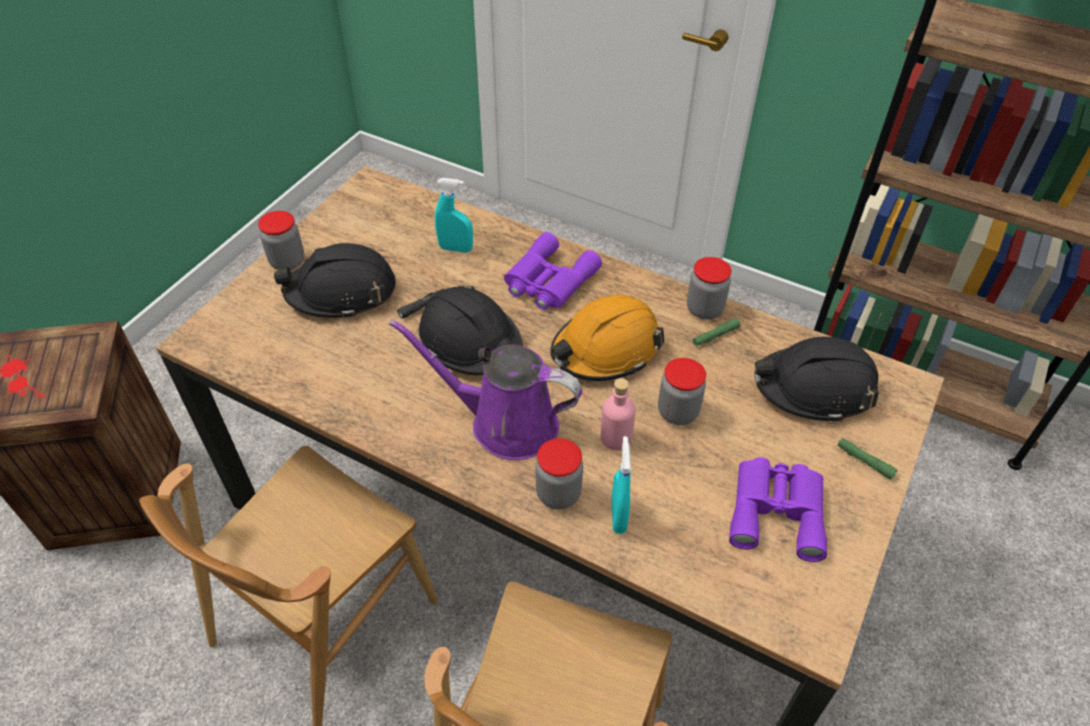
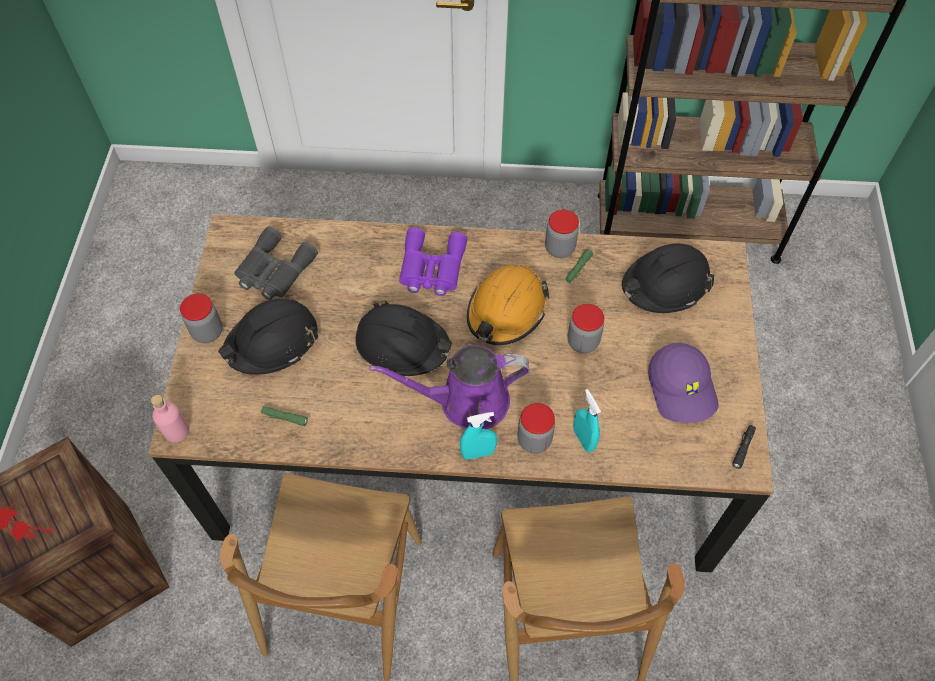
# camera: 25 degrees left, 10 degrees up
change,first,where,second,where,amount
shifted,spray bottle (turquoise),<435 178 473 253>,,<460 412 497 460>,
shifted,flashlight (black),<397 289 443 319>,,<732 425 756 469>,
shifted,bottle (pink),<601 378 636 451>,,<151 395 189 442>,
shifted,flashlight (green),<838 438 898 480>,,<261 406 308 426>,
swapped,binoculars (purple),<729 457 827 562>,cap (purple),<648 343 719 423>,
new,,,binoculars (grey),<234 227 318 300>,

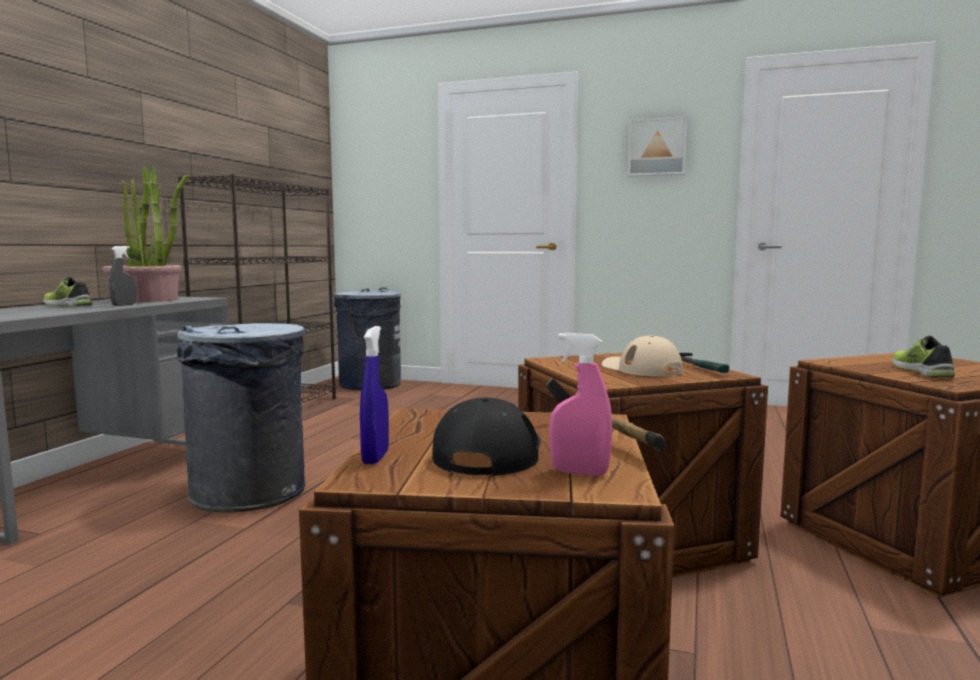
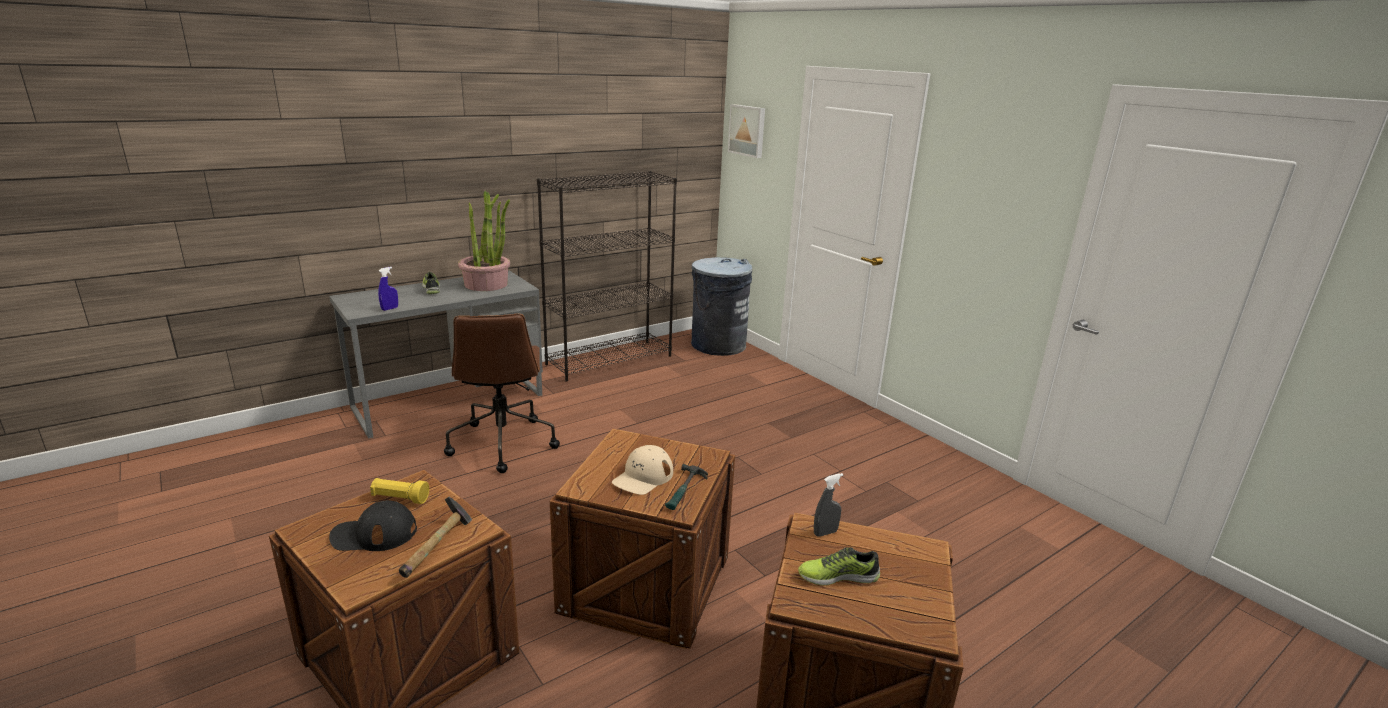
# camera: 35 degrees right, 15 degrees up
change,first,where,second,where,amount
shifted,picture,<628 116 687 177>,,<728 104 765 158>,
shifted,spray bottle (grey),<109 246 136 306>,,<814 473 843 537>,
swapped,trash can (grey),<177 323 305 513>,office chair (brown),<444 314 560 473>,
shifted,spray bottle (blue),<360 326 389 464>,,<378 267 398 311>,
gone,spray bottle (pink),<549 333 612 476>,,,
rotated,cap (beige),<602 335 683 377>,,<612 445 673 495>,150 degrees counterclockwise
rotated,shoe,<892 336 955 377>,,<798 547 880 586>,135 degrees counterclockwise
rotated,cap (black),<432 398 541 476>,,<329 500 417 551>,150 degrees counterclockwise
new,,,flashlight (yellow),<370 478 429 504>,

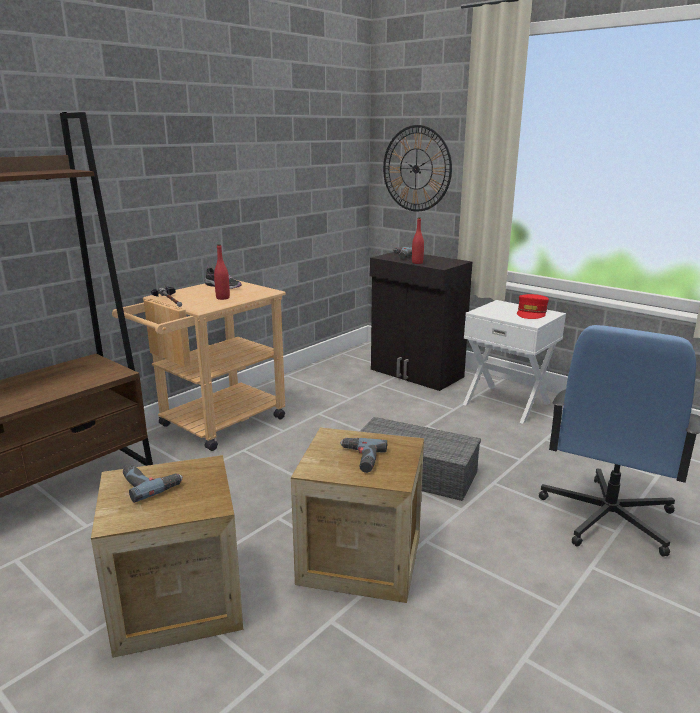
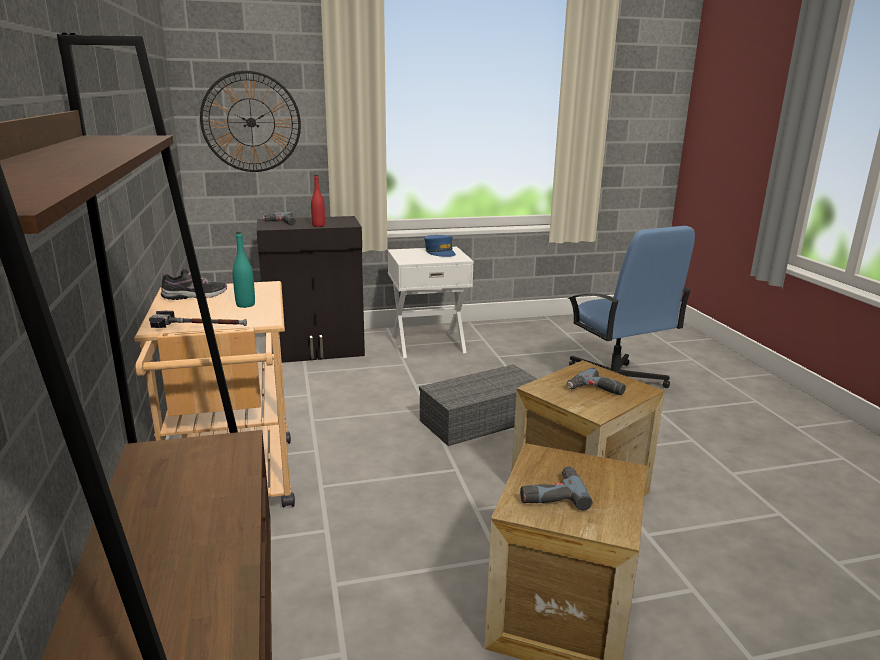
# camera: 55 degrees left, 0 degrees up
change,first,where,second,where,amount
repainted,bottle (red),<214 244 230 300>,bottle (turquoise),<233 231 255 308>,
repainted,cap (red),<517 294 549 319>,cap (blue),<424 235 456 257>,

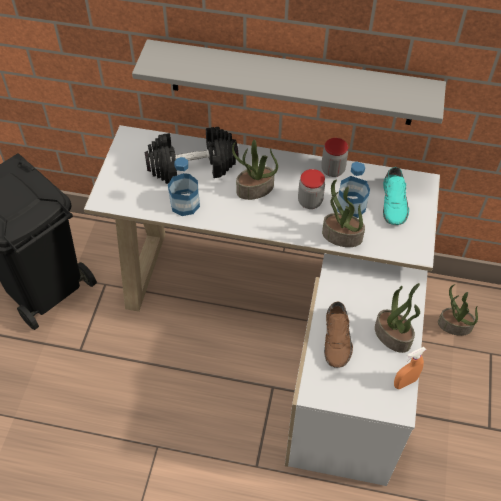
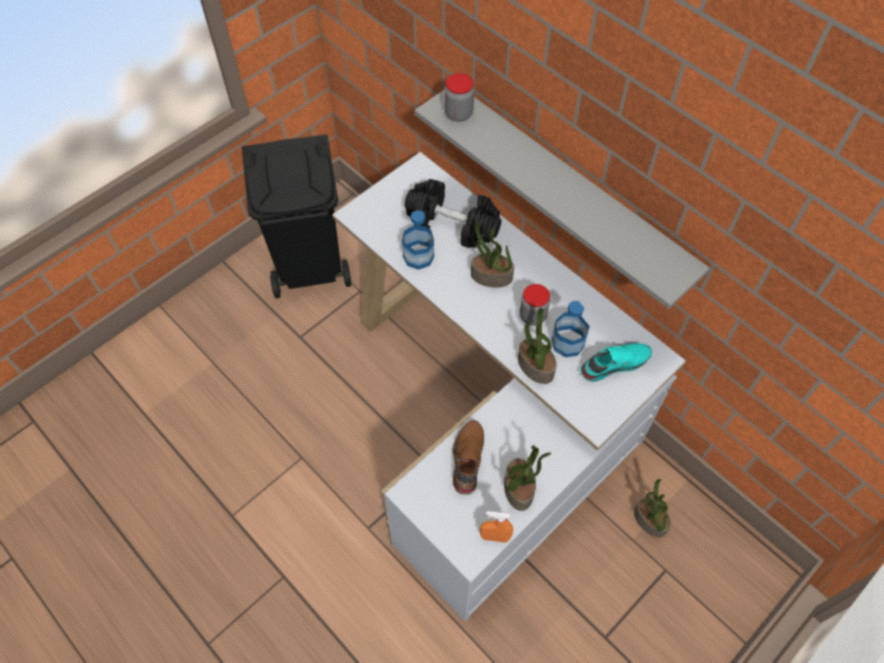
# camera: 35 degrees right, 5 degrees up
change,first,where,second,where,amount
shifted,jar,<321 138 348 177>,,<445 73 474 122>,
rotated,shoe (turquoise),<383 167 409 225>,,<580 343 652 382>,150 degrees counterclockwise
rotated,shoe (brown),<324 302 353 368>,,<453 421 484 495>,150 degrees clockwise

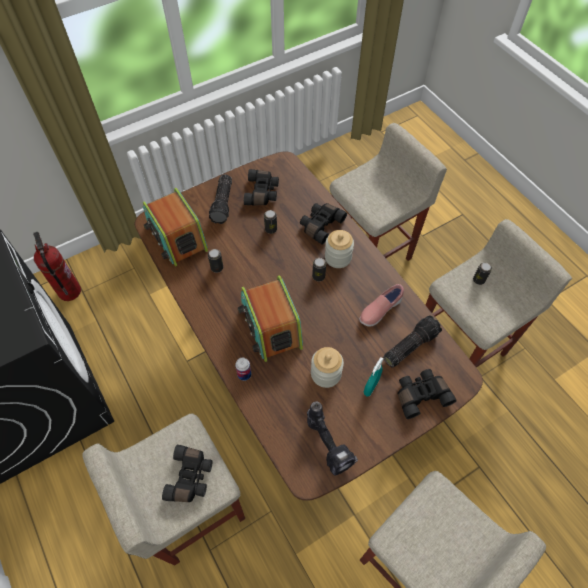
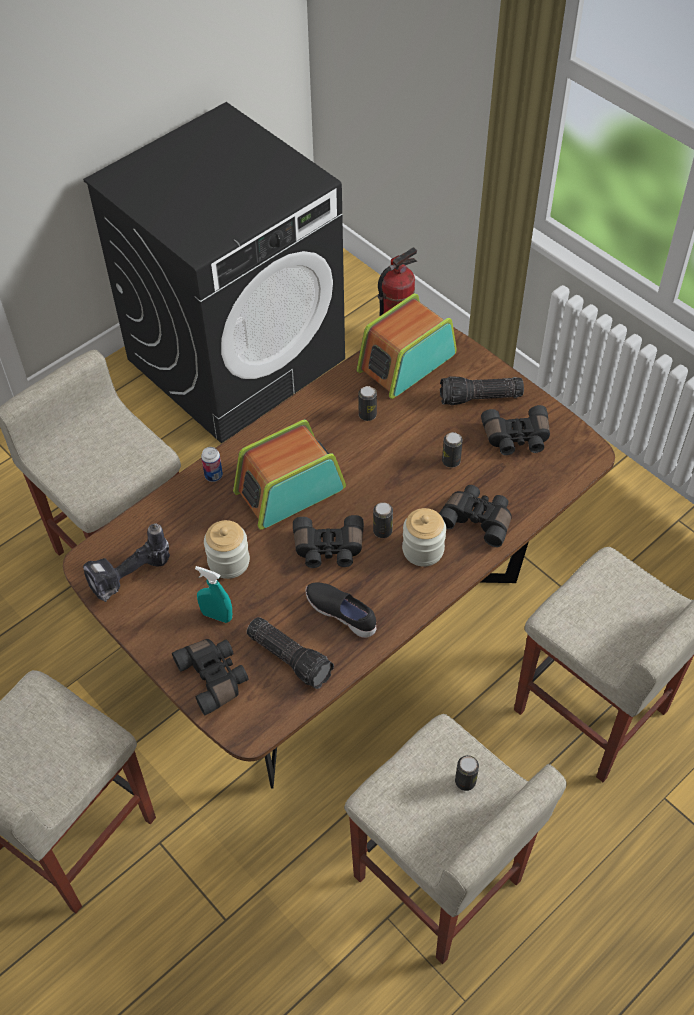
# camera: 80 degrees right, 5 degrees down
change,first,where,second,where,amount
repainted,shoe (pink),<359 284 404 327>,shoe (black),<306 583 376 638>,
shifted,binoculars (black),<162 445 213 502>,,<293 515 364 568>,

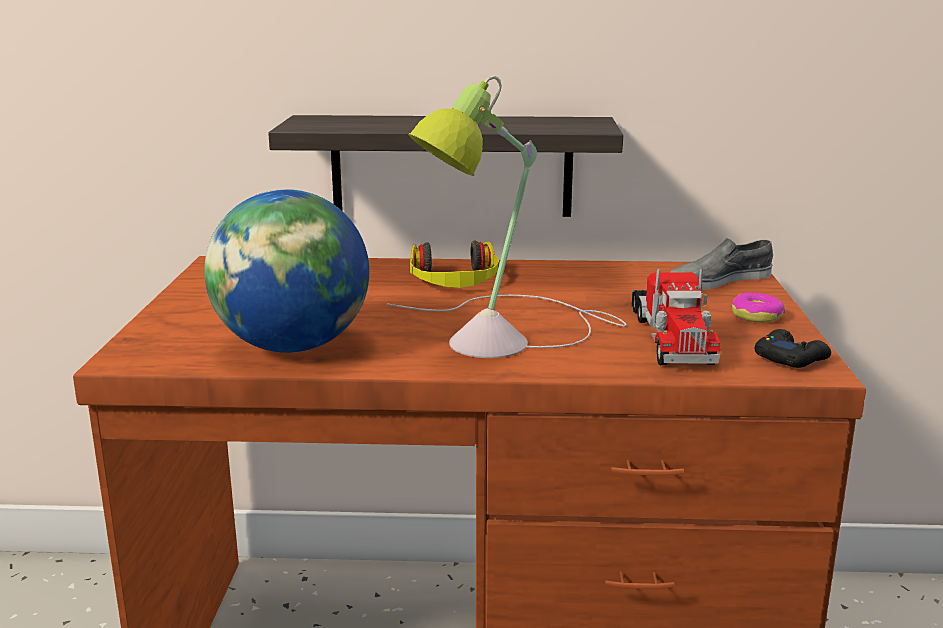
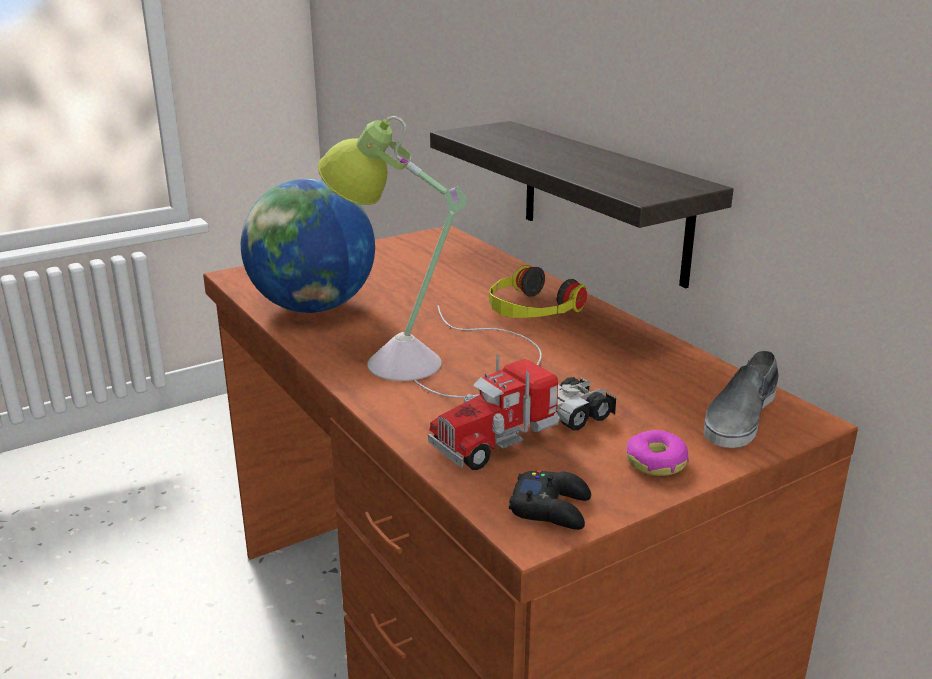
# camera: 55 degrees right, 5 degrees up
change,first,where,second,where,amount
rotated,shoe (grey),<670 238 773 290>,,<703 350 779 448>,90 degrees counterclockwise

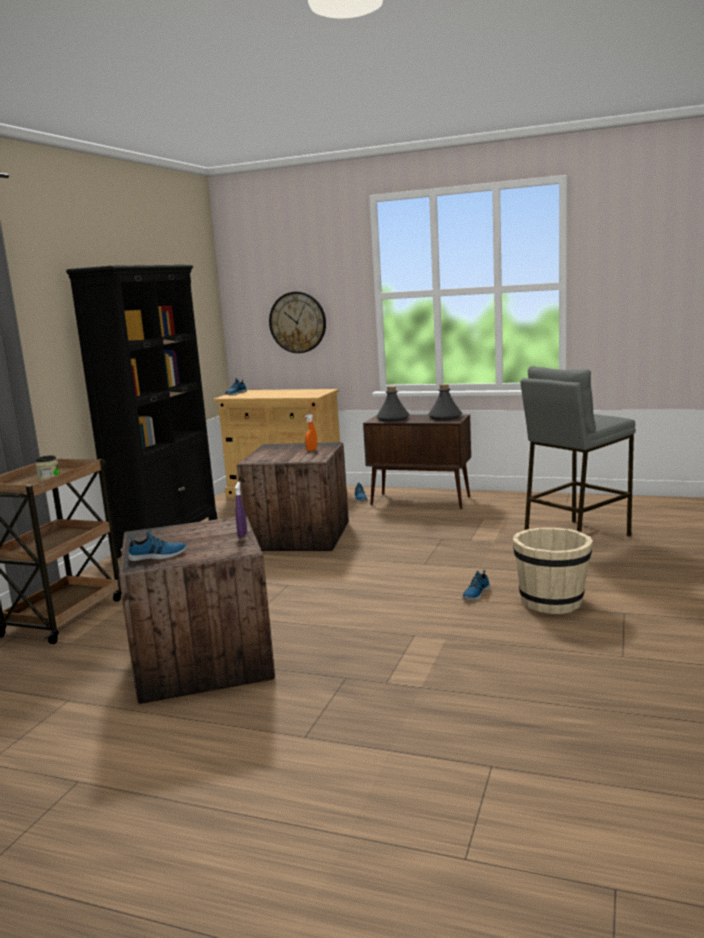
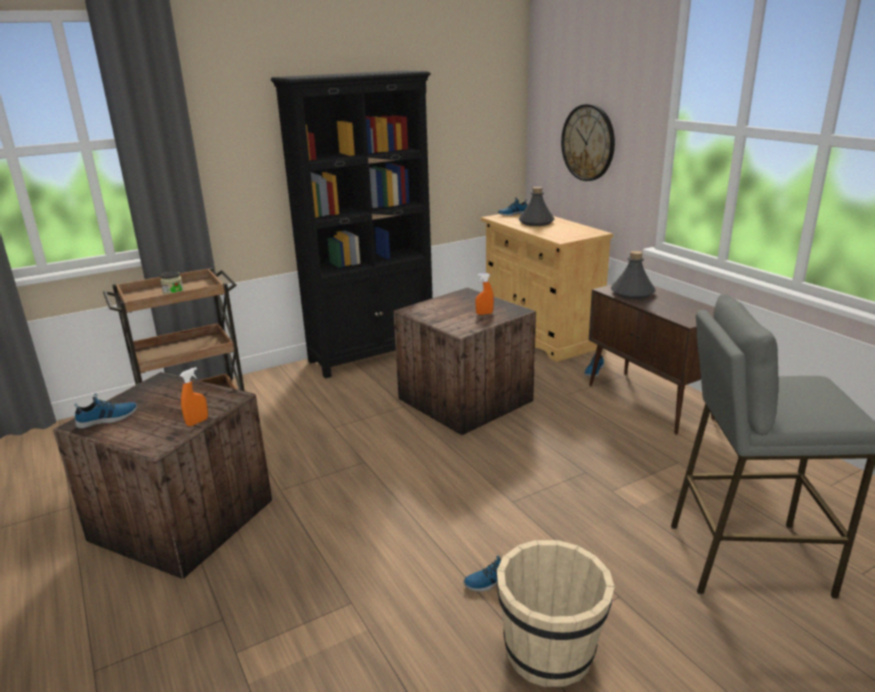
# camera: 40 degrees right, 10 degrees up
change,first,where,second,where,amount
shifted,bottle (grey),<428 384 462 420>,,<519 187 555 226>,
repainted,spray bottle (purple),<235 482 247 538>,spray bottle (orange),<180 367 208 426>,
rotated,shoe,<128 528 187 561>,,<75 393 137 429>,60 degrees counterclockwise

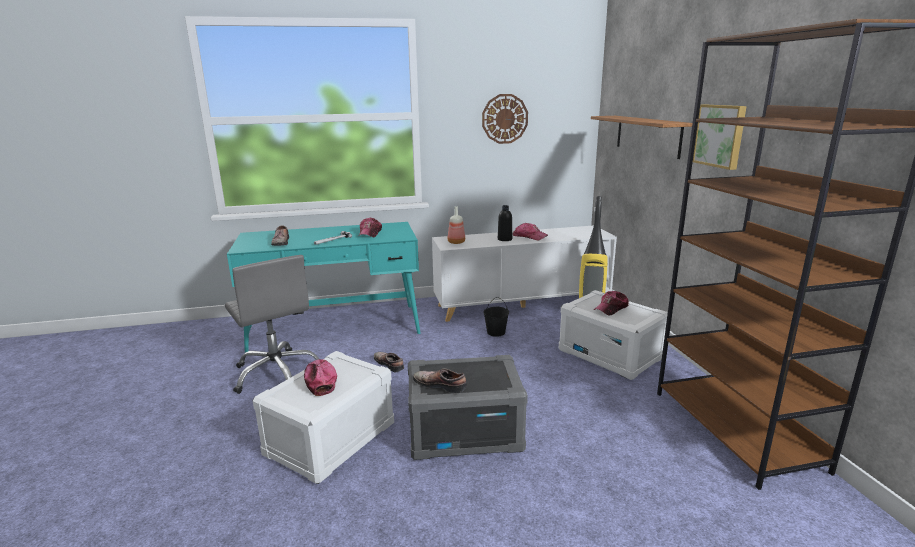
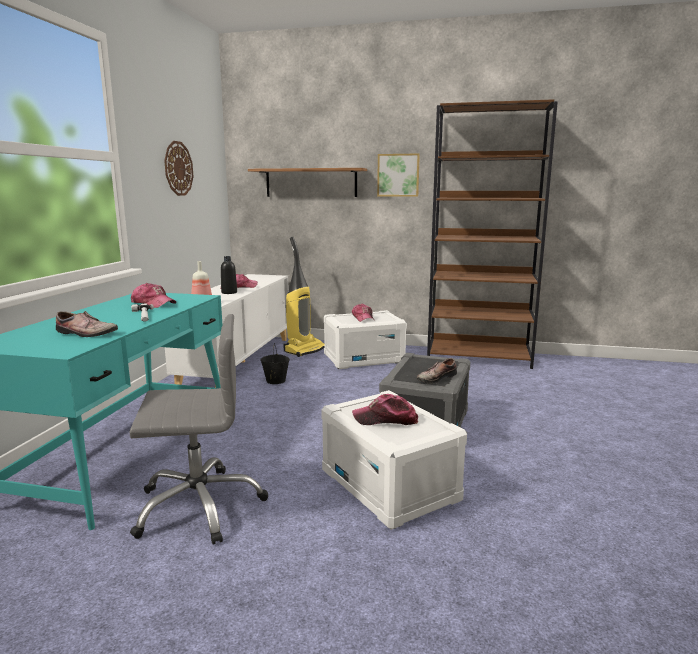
# camera: 65 degrees left, 5 degrees down
change,first,where,second,where,amount
gone,shoe,<374 352 404 372>,,,

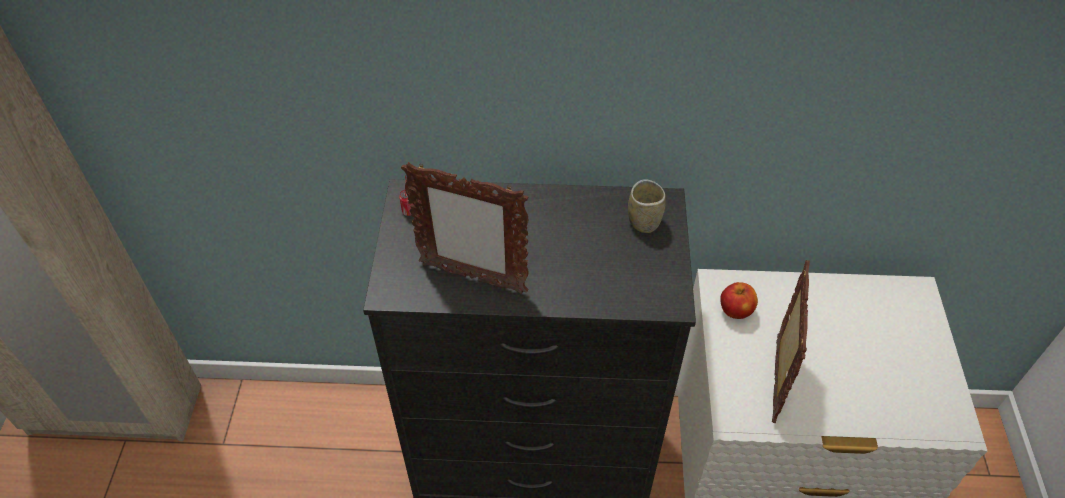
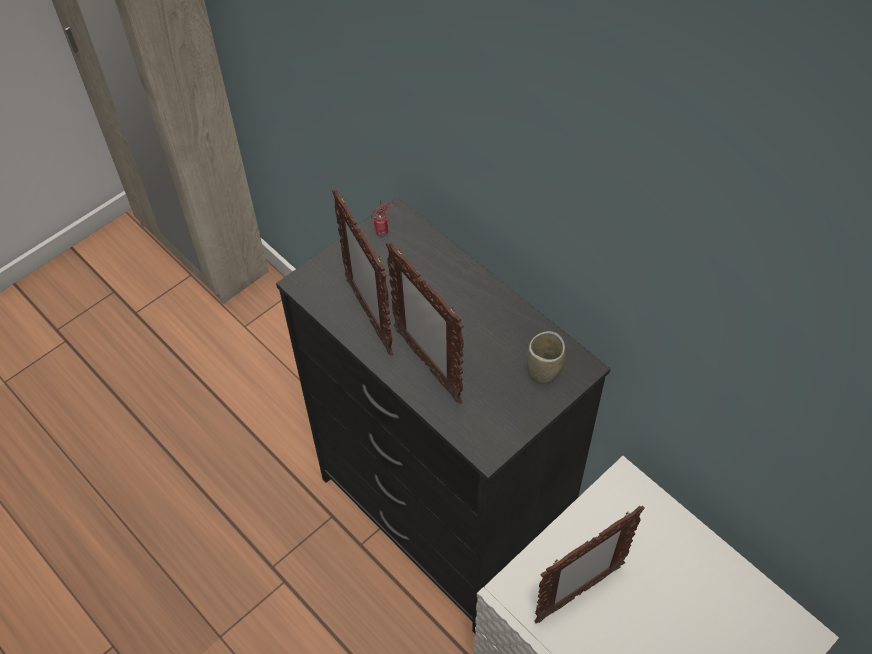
# camera: 45 degrees right, 5 degrees up
change,first,where,second,where,amount
gone,apple,<720 282 758 319>,,,
new,,,picture frame,<386 242 464 404>,

